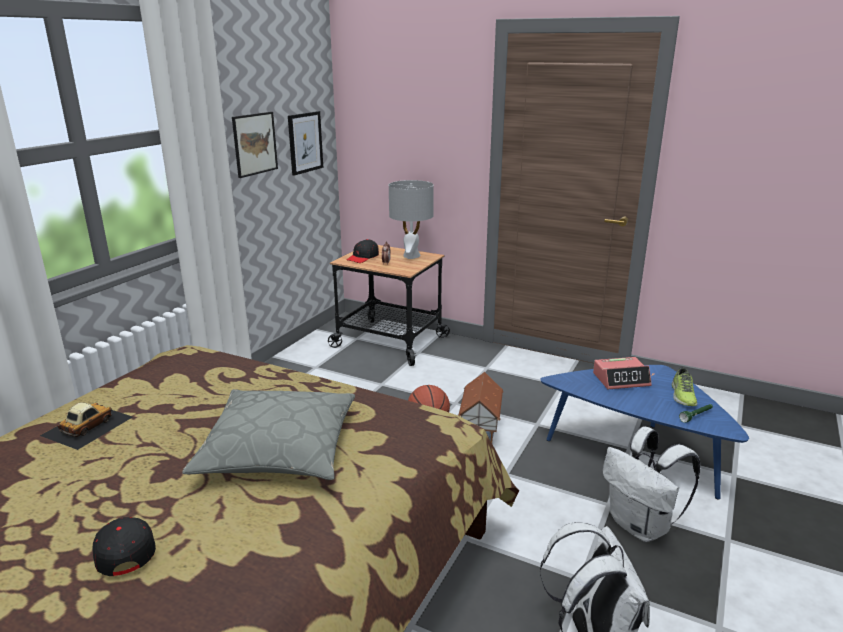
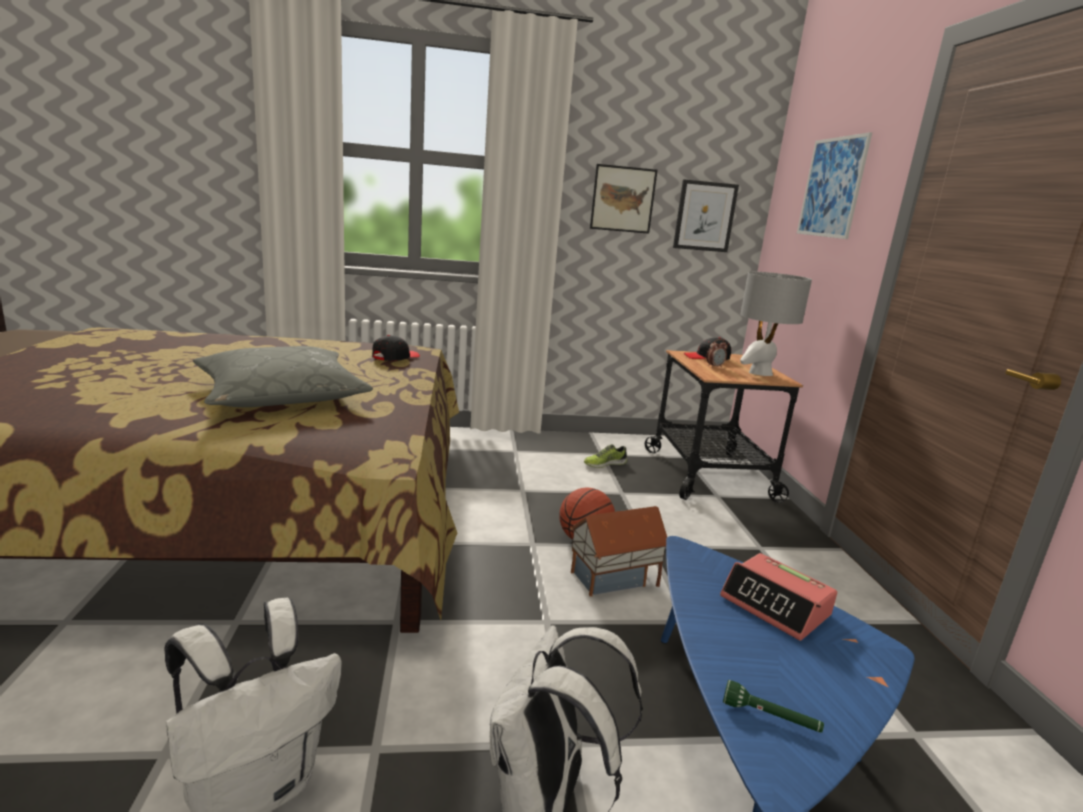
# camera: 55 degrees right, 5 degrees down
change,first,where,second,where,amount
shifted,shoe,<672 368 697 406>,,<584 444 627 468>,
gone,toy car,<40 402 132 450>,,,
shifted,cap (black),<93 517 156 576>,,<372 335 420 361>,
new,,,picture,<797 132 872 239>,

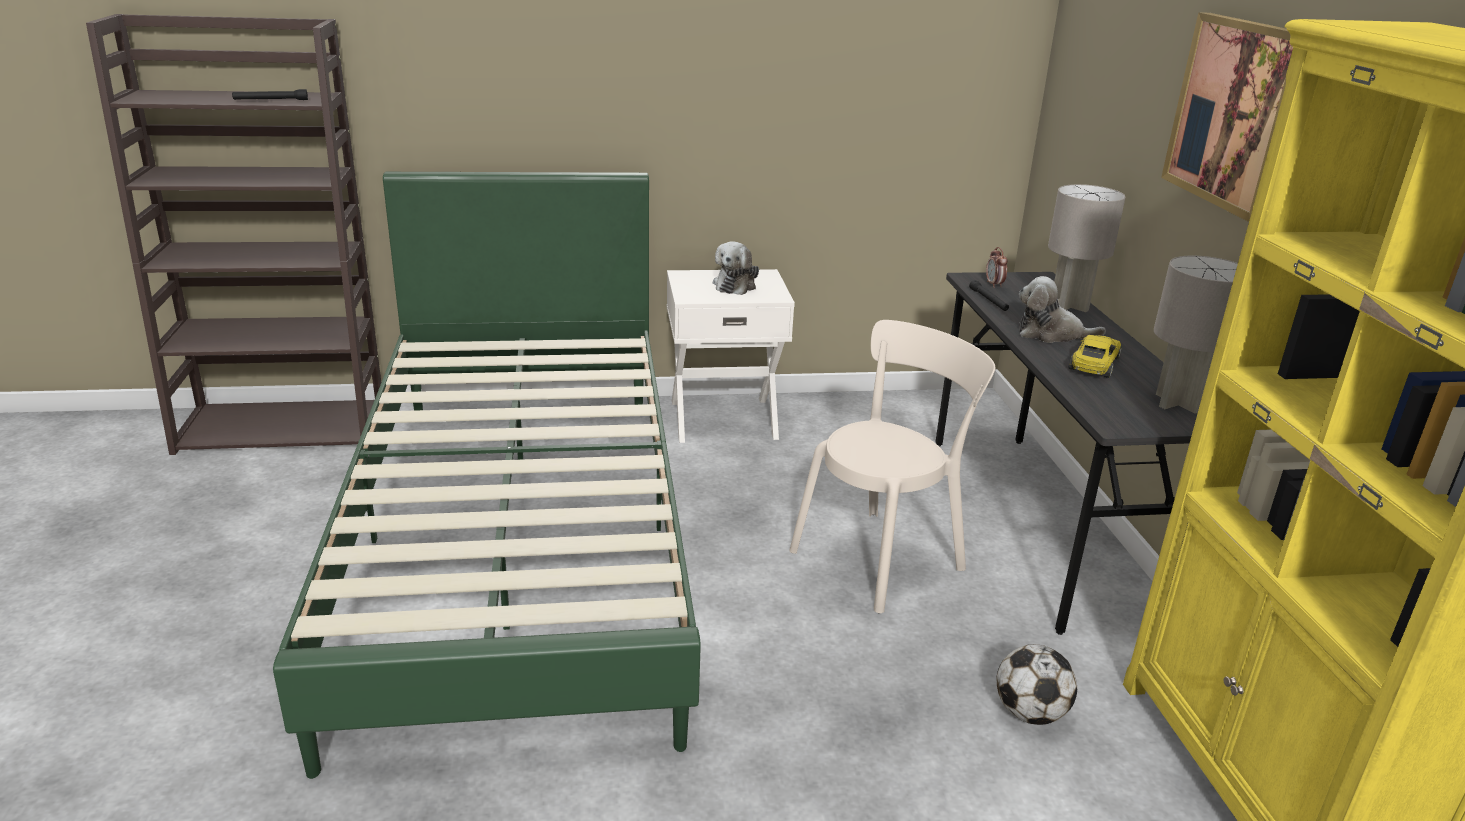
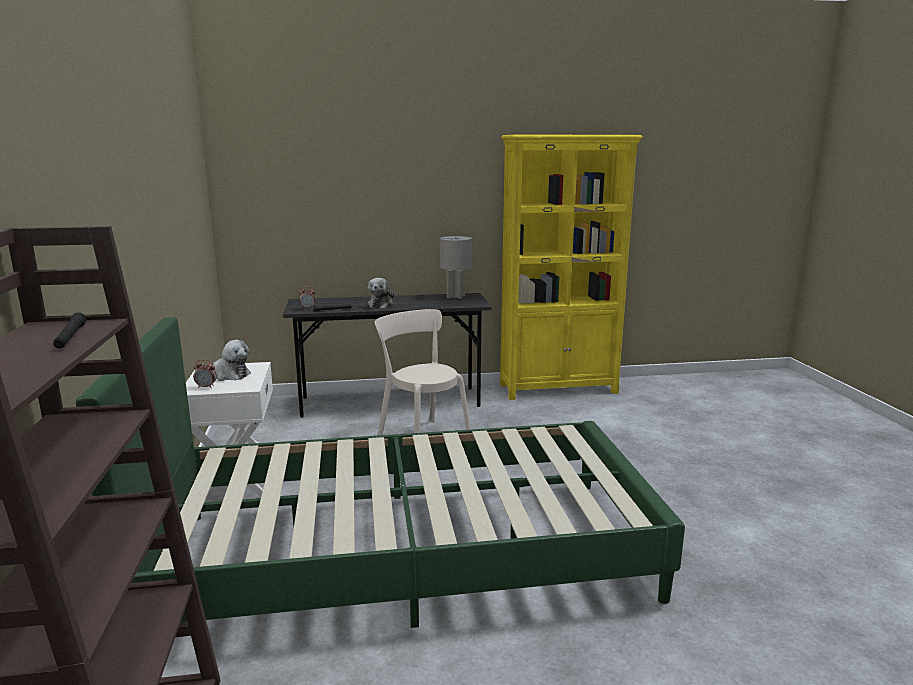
# camera: 90 degrees left, 10 degrees down
change,first,where,second,where,amount
gone,picture,<1161 12 1293 222>,,,
gone,table lamp (grey),<1048 184 1126 312>,,,
gone,toy car (yellow),<1069 335 1122 378>,,,
gone,football,<997 644 1077 725>,,,
new,,,alarm clock,<193 360 217 388>,

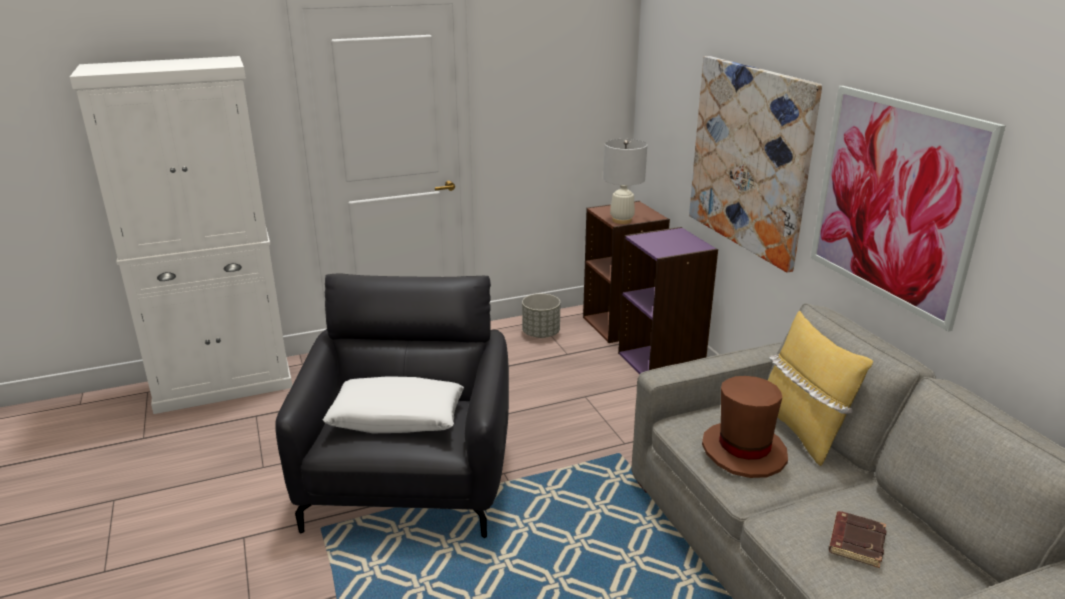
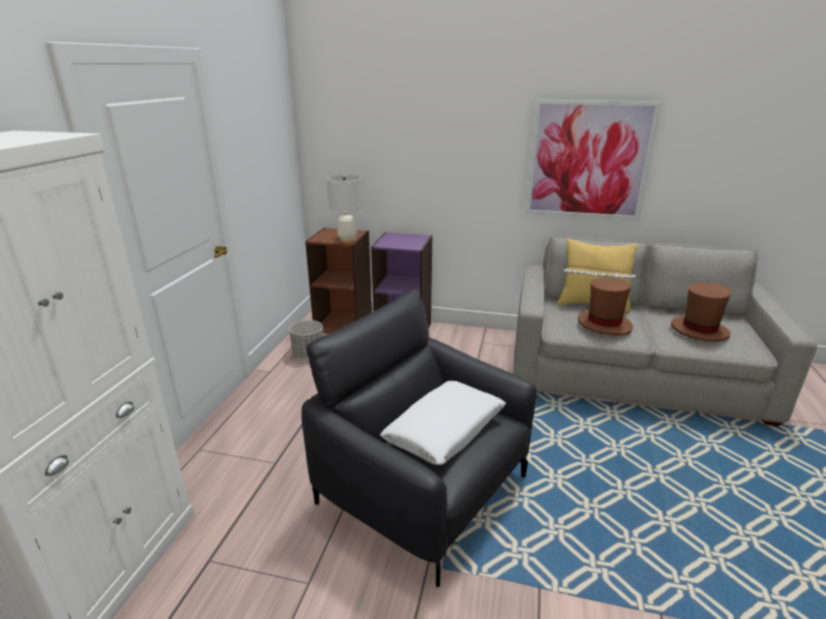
# camera: 55 degrees left, 0 degrees up
change,first,where,second,where,amount
gone,picture,<689 56 822 273>,,,
swapped,book (brown),<829 511 887 568>,hat (brown),<671 282 732 342>,

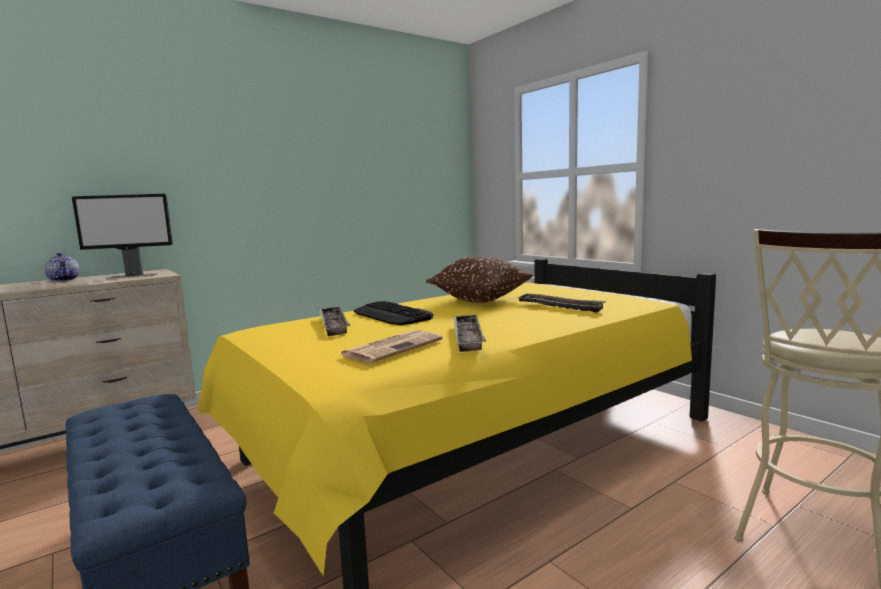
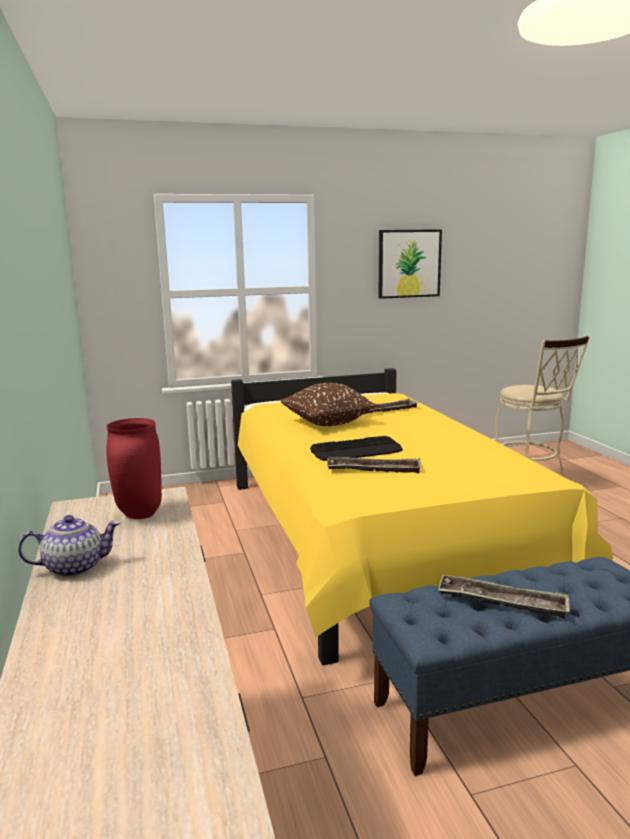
# camera: 70 degrees left, 5 degrees up
change,first,where,second,where,amount
swapped,monitor,<72 194 173 279>,vase (red),<106 418 162 519>,
shifted,tray,<453 314 486 352>,,<438 574 570 619>,
gone,newspaper,<340 330 443 363>,,,
new,,,picture,<378 229 442 299>,

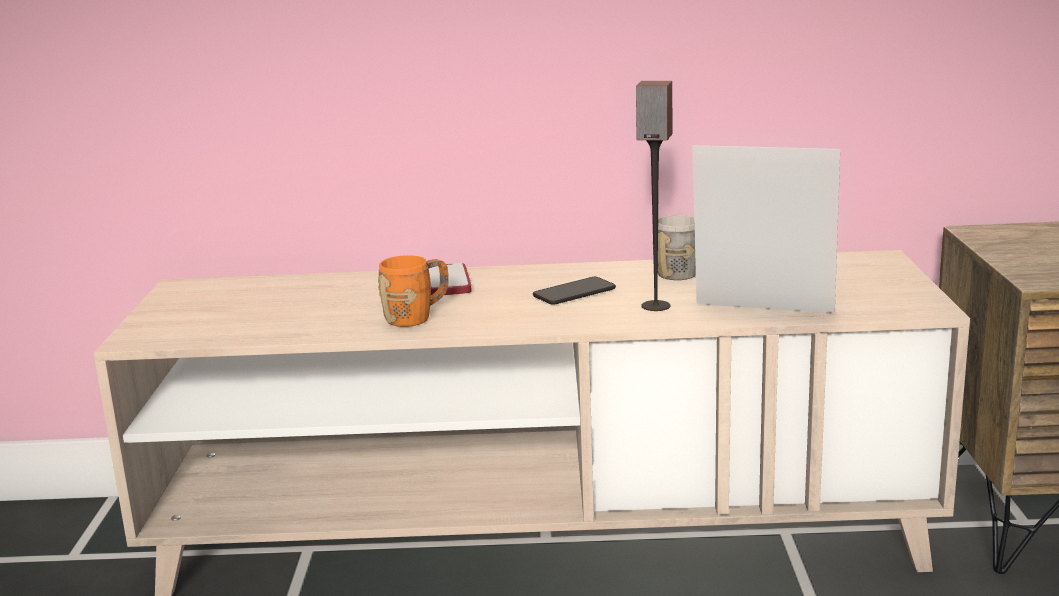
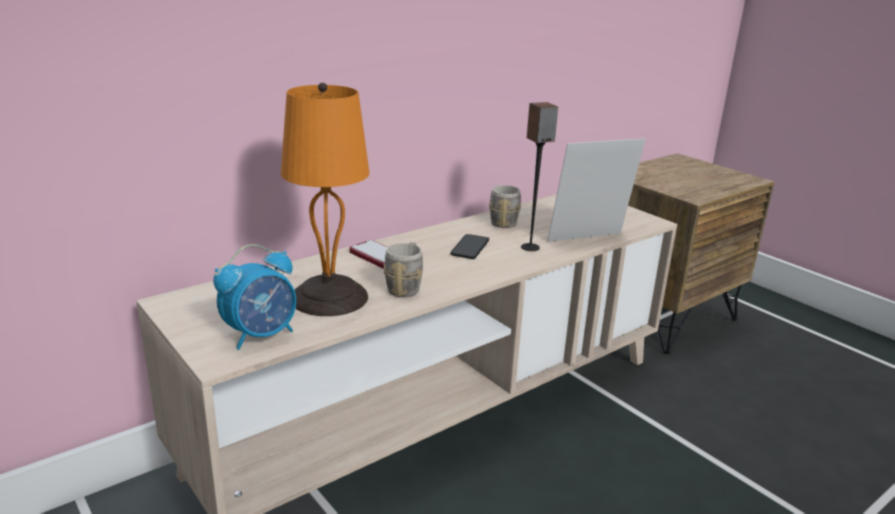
# camera: 40 degrees left, 5 degrees up
change,first,where,second,where,amount
repainted,mug (orange),<378 255 449 327>,mug (grey),<383 242 423 297>,
new,,,table lamp (orange),<281 83 369 316>,
new,,,alarm clock,<213 244 296 350>,

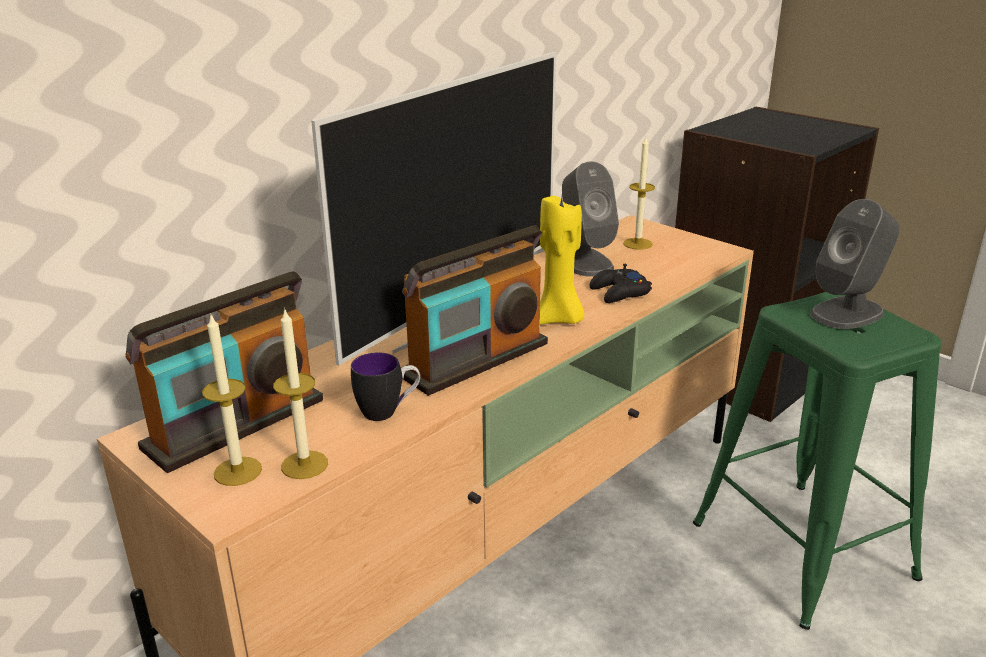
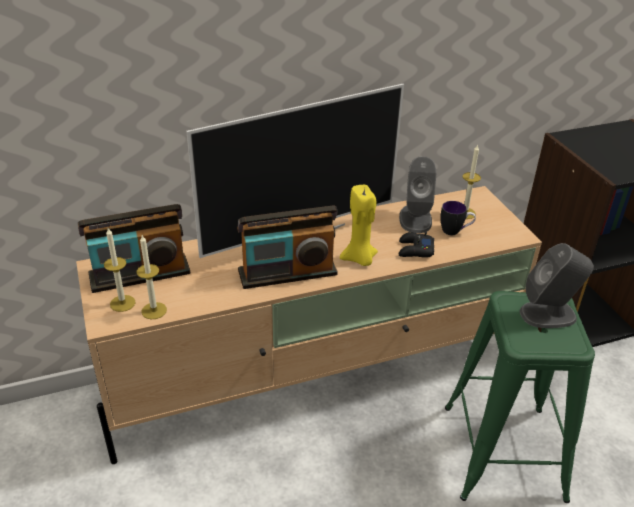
# camera: 25 degrees right, 10 degrees up
change,first,where,second,where,amount
shifted,mug,<351 352 420 421>,,<440 201 476 235>,

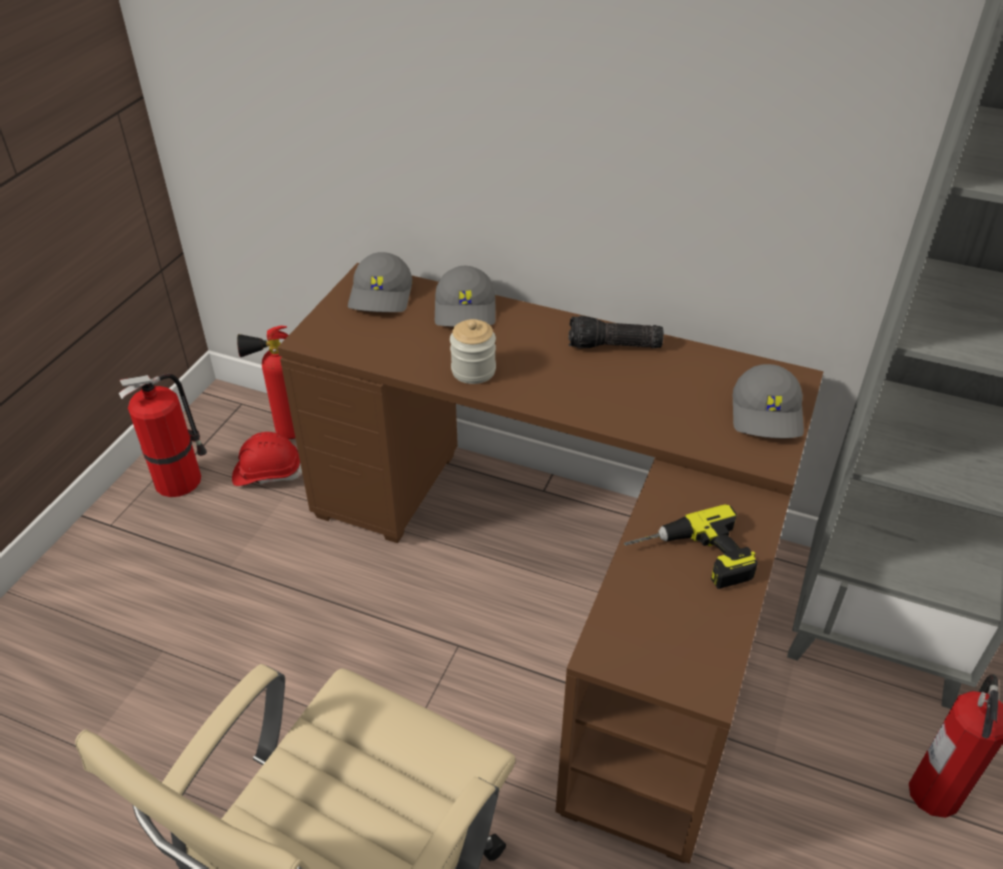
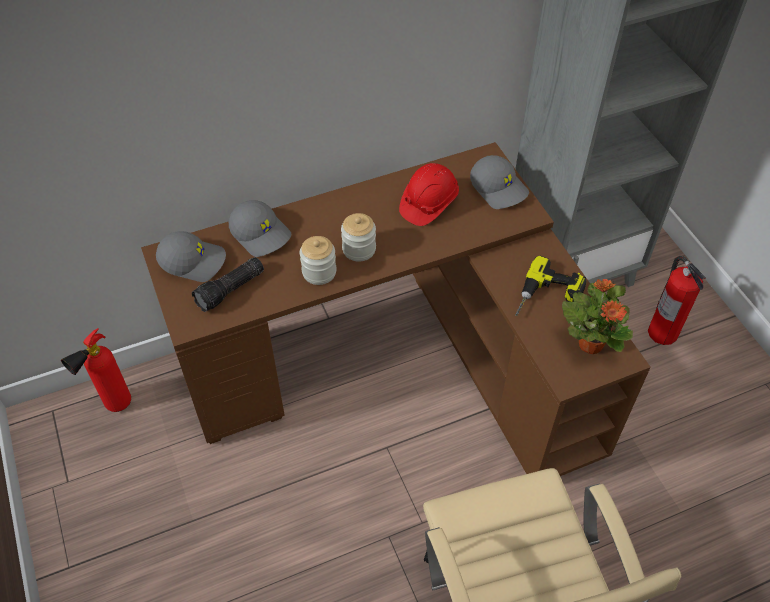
# camera: 45 degrees left, 10 degrees up
change,first,where,second,where,amount
rotated,cap (grey),<348 252 412 312>,,<156 231 226 282>,45 degrees counterclockwise
shifted,flashlight,<569 316 664 348>,,<192 257 264 312>,
gone,fire extinguisher,<119 373 207 497>,,,
shifted,hard hat (red),<232 432 302 486>,,<399 163 459 226>,
new,,,jar,<341 213 376 262>,
new,,,potted plant,<562 279 633 354>,

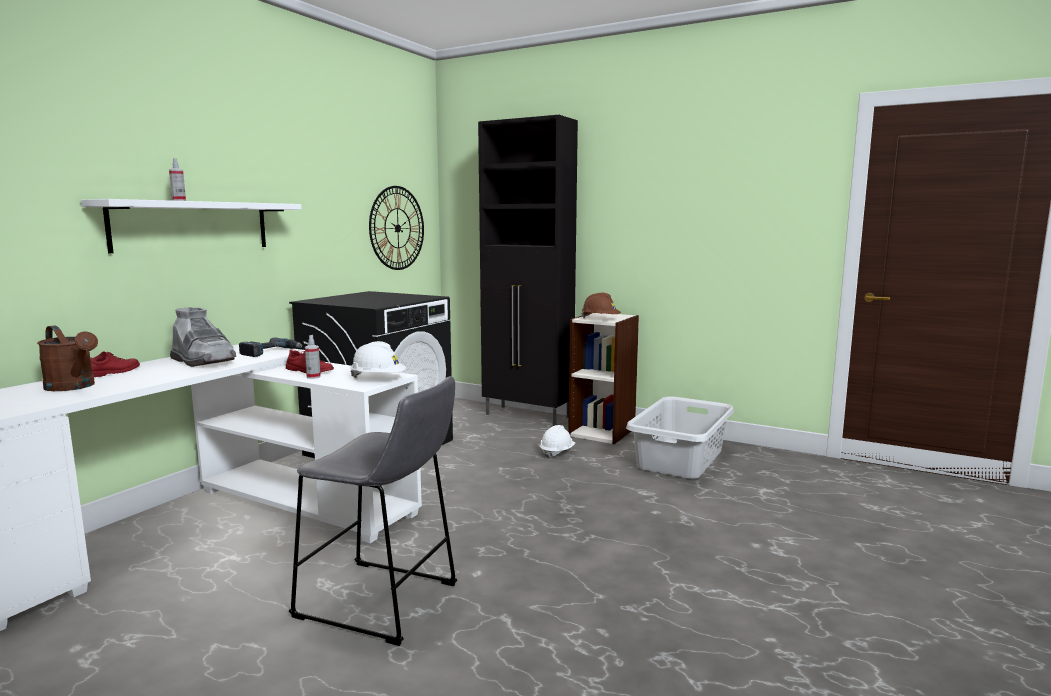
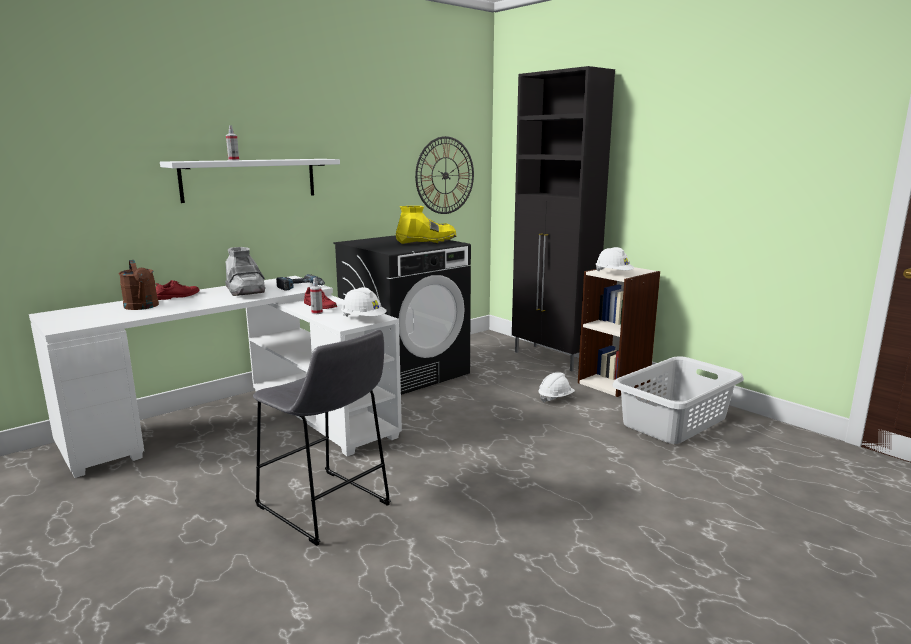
# camera: 20 degrees right, 5 degrees up
change,first,where,second,where,amount
repainted,hard hat (brown),<581 293 621 318>,hard hat (white),<596 247 634 271>,
new,,,boot (yellow),<396 206 457 244>,

